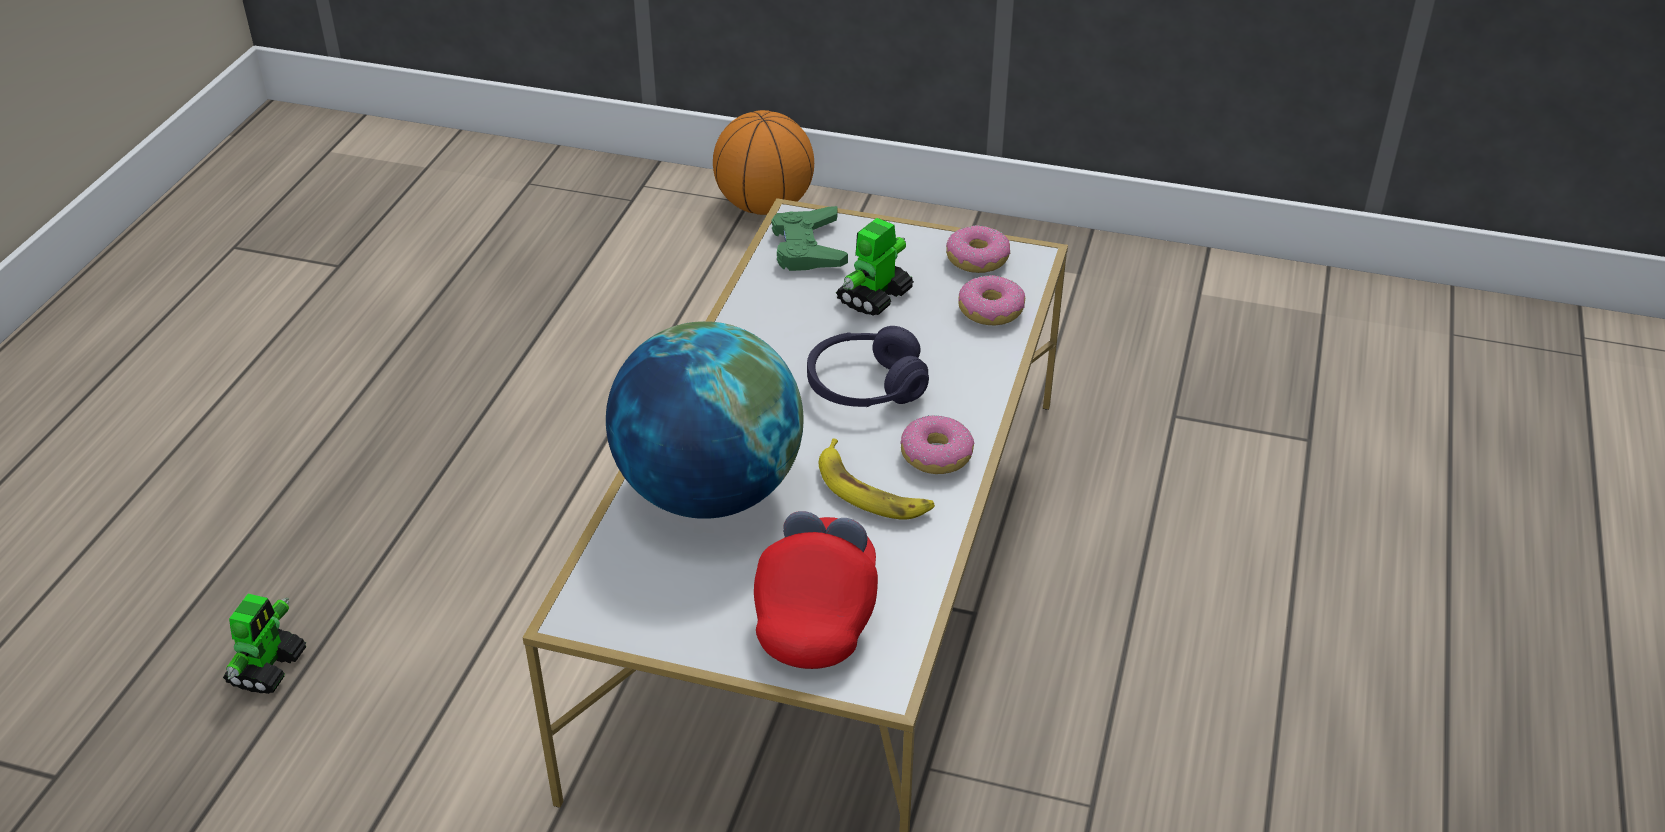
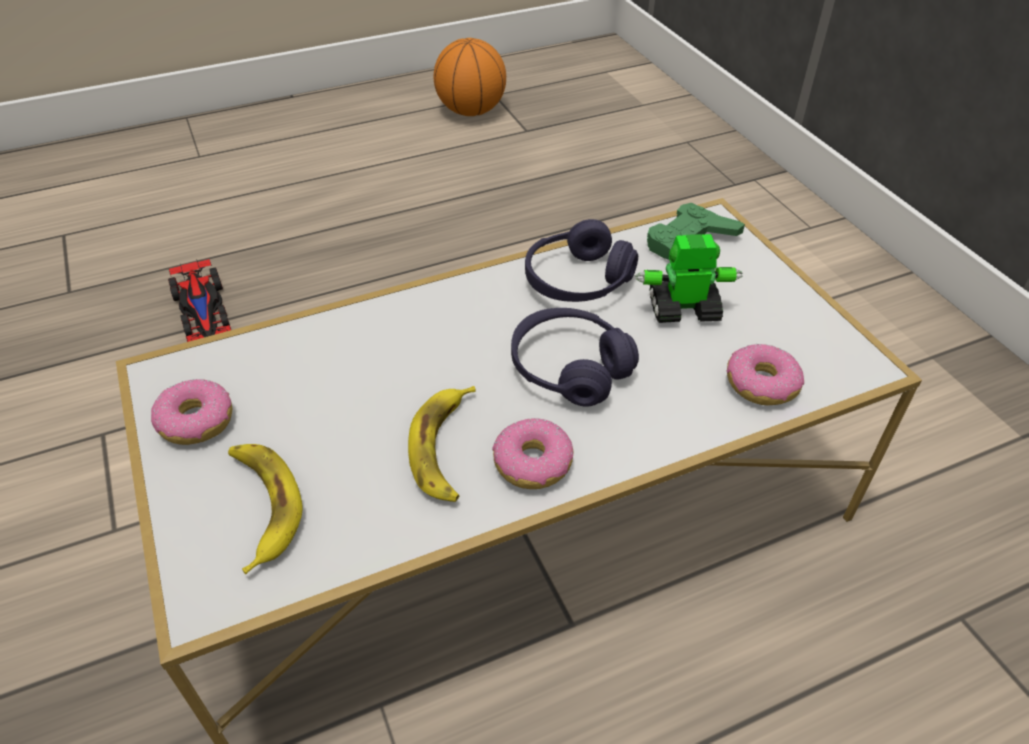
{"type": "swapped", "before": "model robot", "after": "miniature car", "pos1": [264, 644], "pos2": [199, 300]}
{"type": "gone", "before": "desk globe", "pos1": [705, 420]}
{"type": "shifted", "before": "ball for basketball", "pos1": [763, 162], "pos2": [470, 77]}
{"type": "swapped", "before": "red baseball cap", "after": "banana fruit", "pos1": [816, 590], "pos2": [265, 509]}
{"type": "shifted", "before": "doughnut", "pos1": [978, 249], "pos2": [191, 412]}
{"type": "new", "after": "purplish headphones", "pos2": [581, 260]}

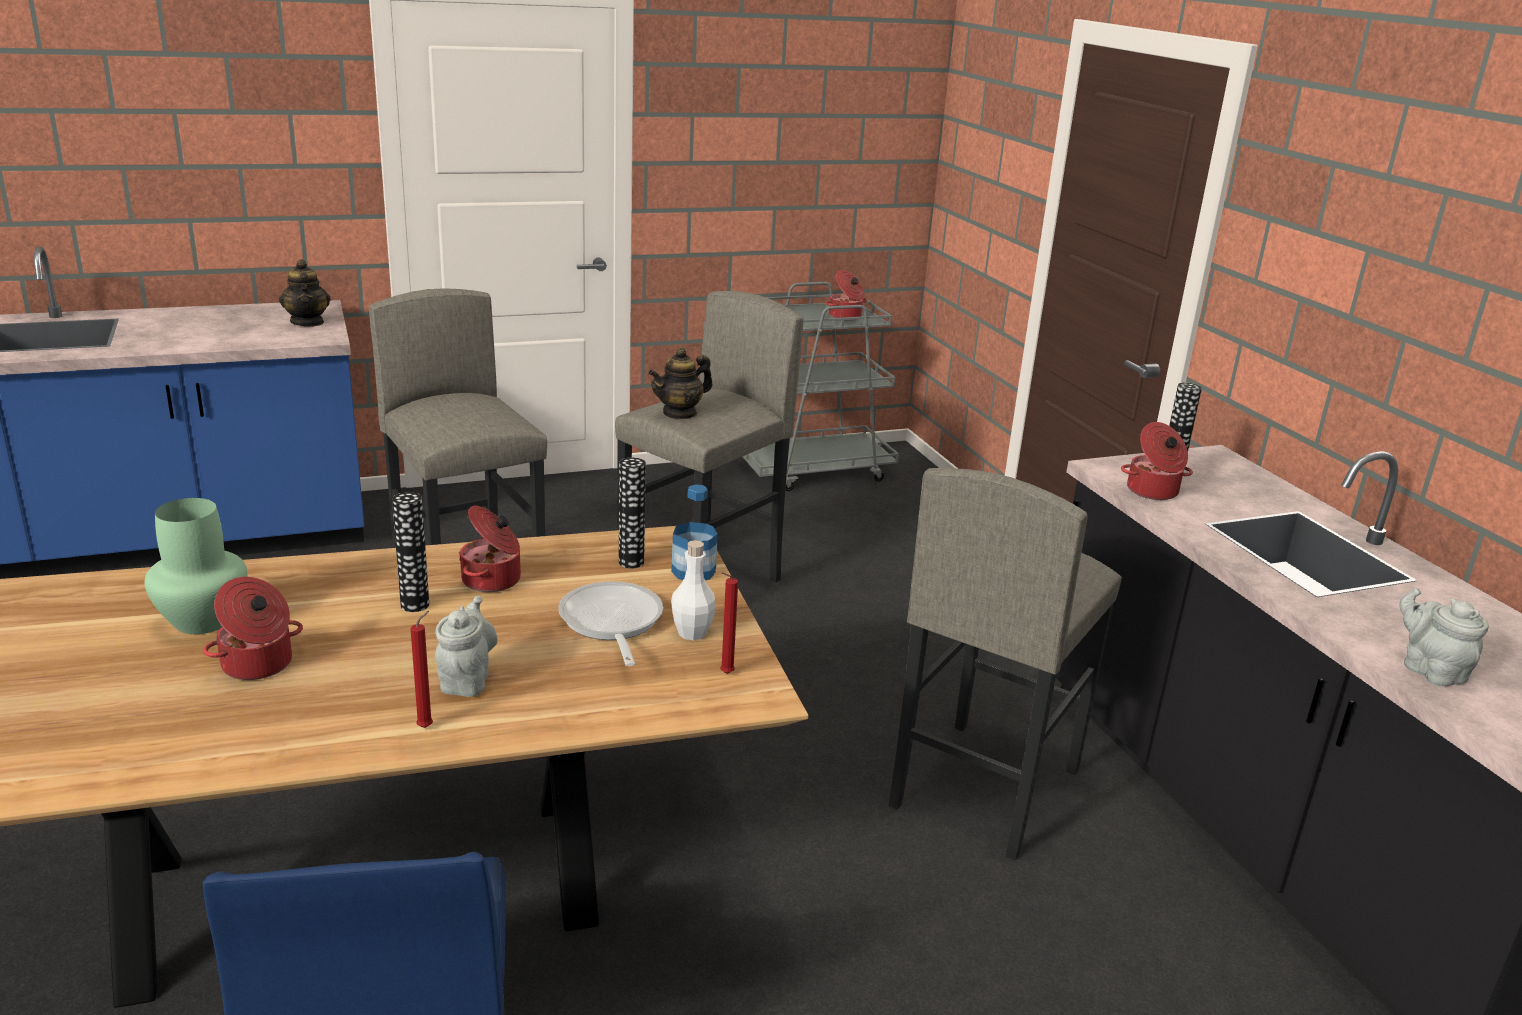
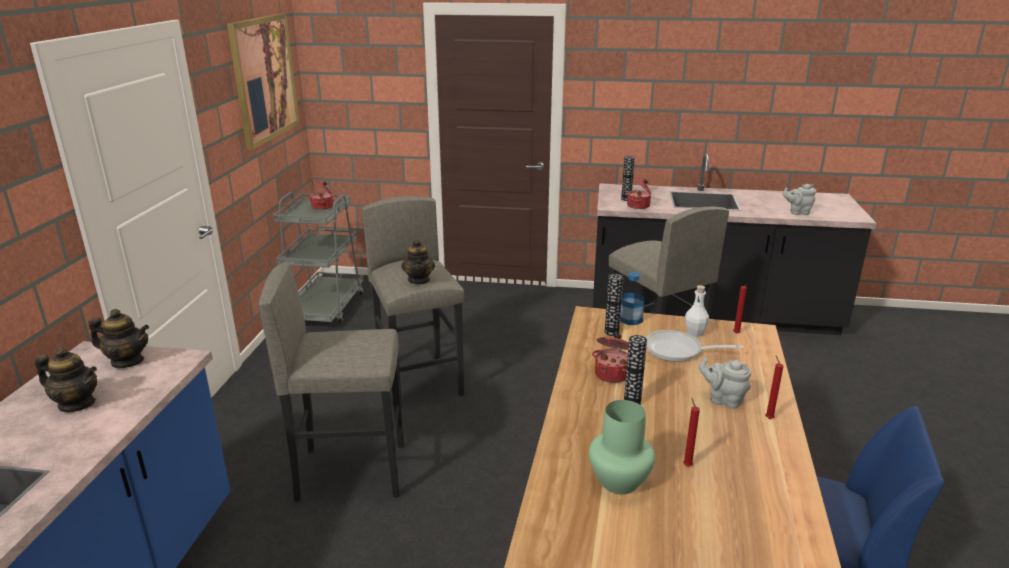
{"type": "swapped", "before": "cooking pot", "after": "red wax candle", "pos1": [253, 628], "pos2": [691, 431]}
{"type": "new", "after": "tea pot", "pos2": [65, 379]}
{"type": "new", "after": "picture", "pos2": [263, 81]}

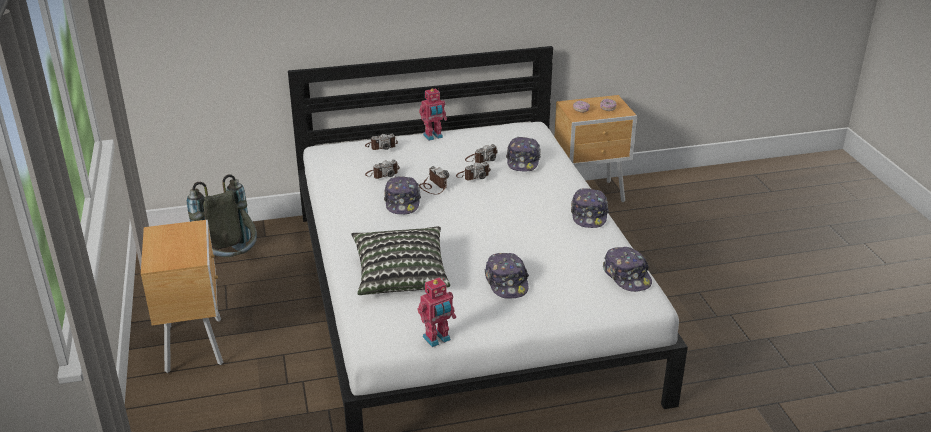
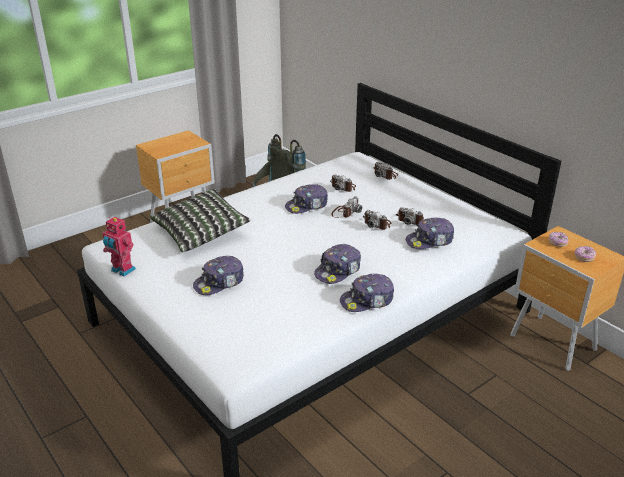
{"type": "gone", "before": "model robot", "pos1": [433, 114]}
{"type": "shifted", "before": "baseball cap", "pos1": [627, 269], "pos2": [337, 264]}

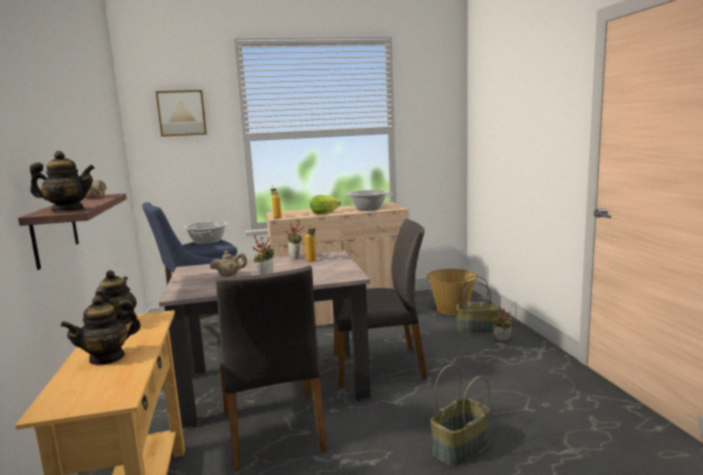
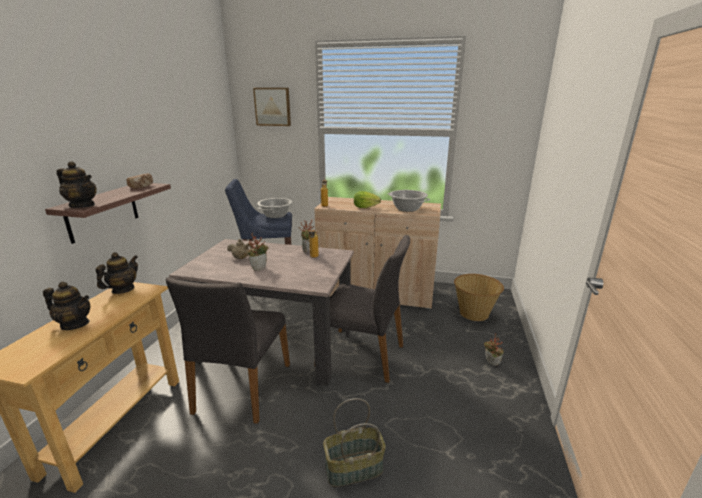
{"type": "rotated", "before": "tea pot", "pos1": [100, 330], "pos2": [66, 306], "turn": -150}
{"type": "gone", "before": "basket", "pos1": [477, 304]}

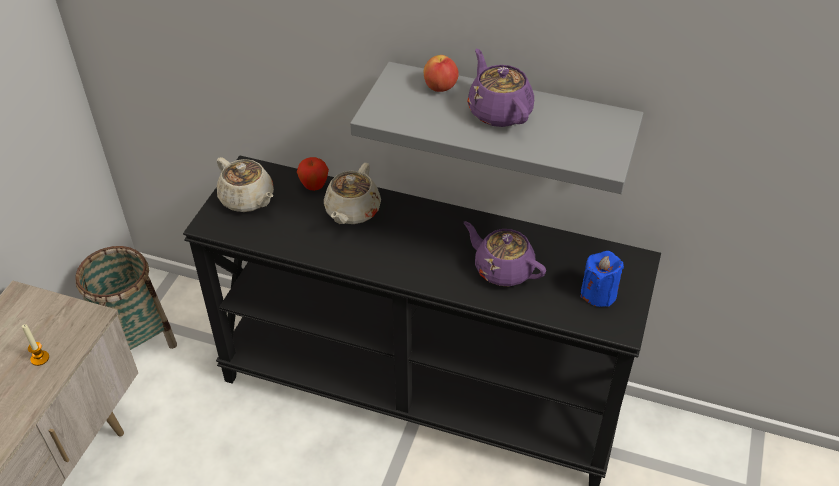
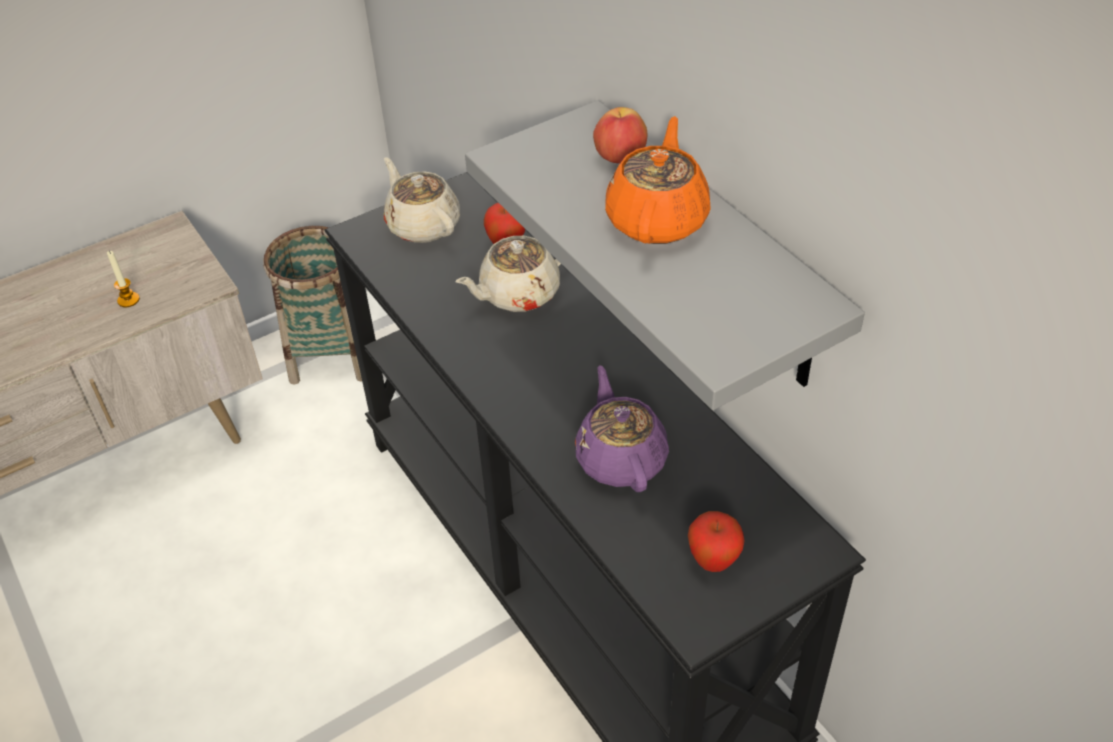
{"type": "rotated", "before": "beige tea pot", "pos1": [245, 184], "pos2": [422, 200], "turn": 150}
{"type": "repainted", "before": "purplish tea pot", "after": "orange-coloured tea pot", "pos1": [500, 88], "pos2": [658, 180]}
{"type": "swapped", "before": "bluish wax candle", "after": "apple fruit", "pos1": [602, 279], "pos2": [716, 541]}

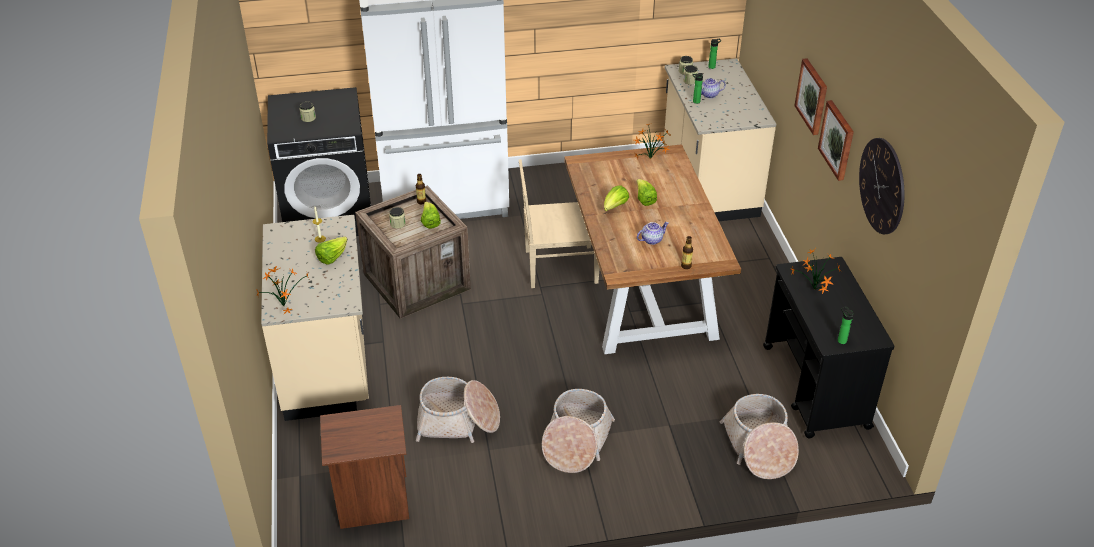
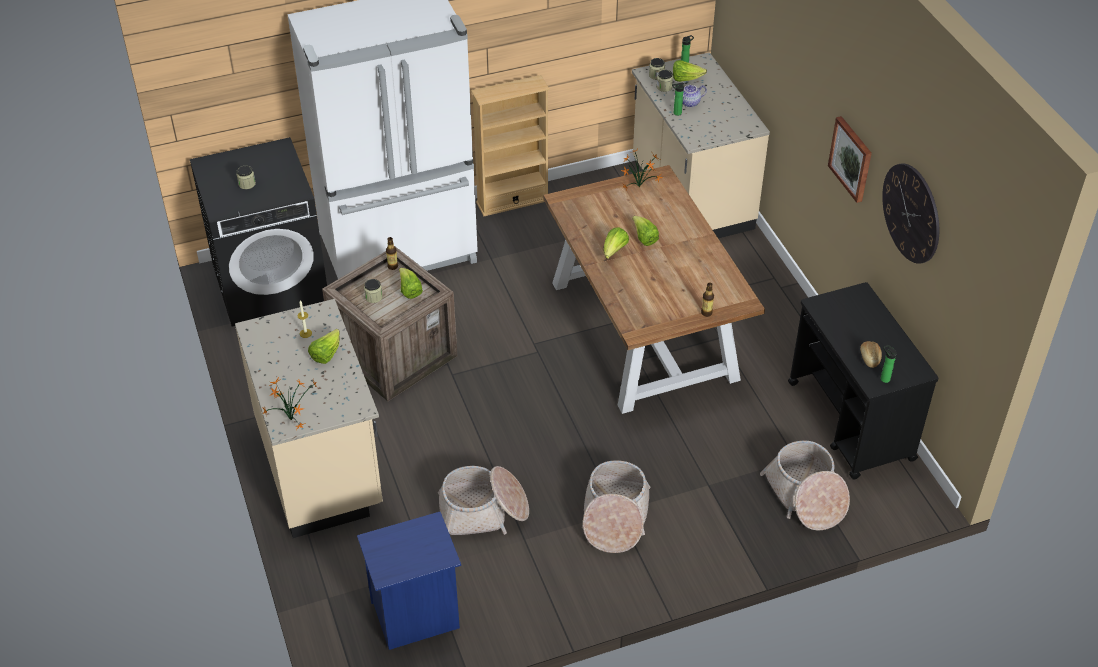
{"type": "repainted", "before": "brown-coloured night table", "after": "bluish night table", "pos1": [364, 467], "pos2": [409, 581]}
{"type": "gone", "before": "beige upright chair", "pos1": [559, 223]}
{"type": "gone", "before": "tea pot", "pos1": [653, 233]}
{"type": "gone", "before": "houseplant", "pos1": [815, 271]}
{"type": "gone", "before": "picture", "pos1": [810, 96]}
{"type": "new", "after": "beige bookcase", "pos2": [510, 145]}
{"type": "new", "after": "lettuce", "pos2": [690, 71]}
{"type": "new", "after": "bakery bread", "pos2": [871, 354]}

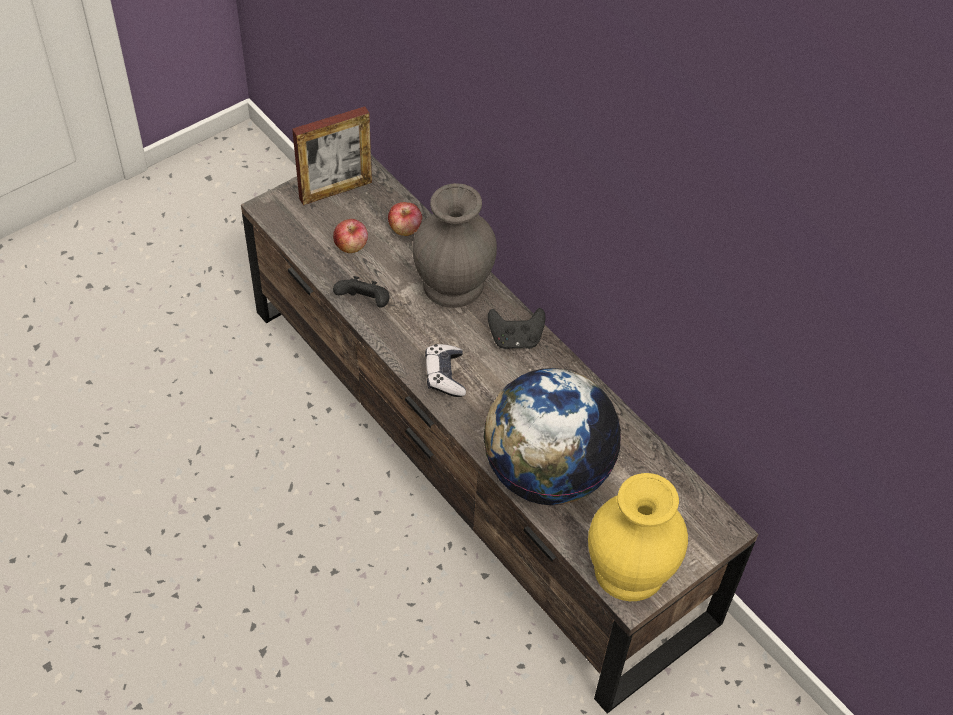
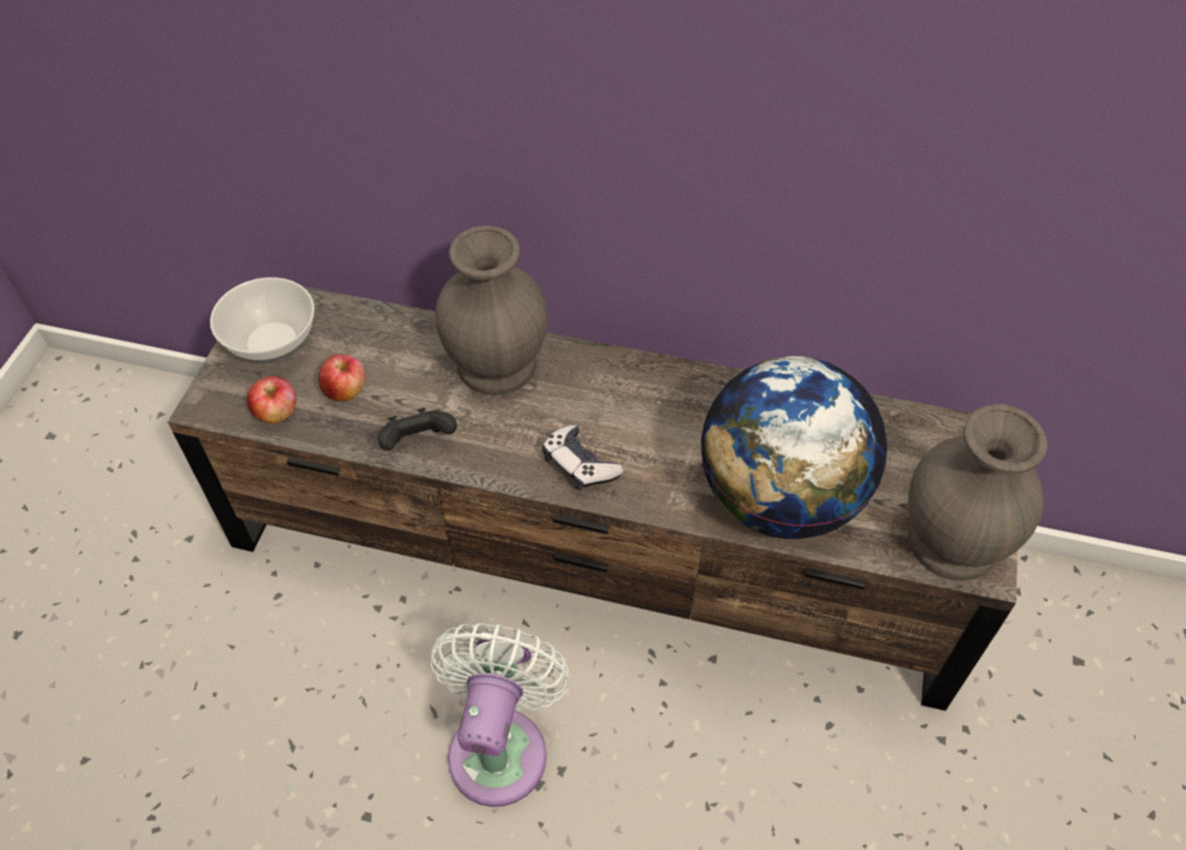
{"type": "swapped", "before": "photo frame", "after": "deep dish", "pos1": [332, 155], "pos2": [262, 320]}
{"type": "shifted", "before": "apple fruit", "pos1": [405, 219], "pos2": [271, 399]}
{"type": "gone", "before": "black-coloured joypad", "pos1": [517, 328]}
{"type": "repainted", "before": "yellow-coloured vase", "after": "grey vase", "pos1": [638, 537], "pos2": [977, 492]}
{"type": "new", "after": "white electric fan", "pos2": [500, 715]}

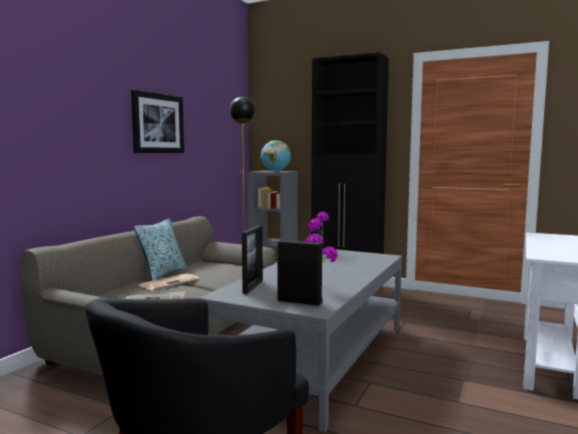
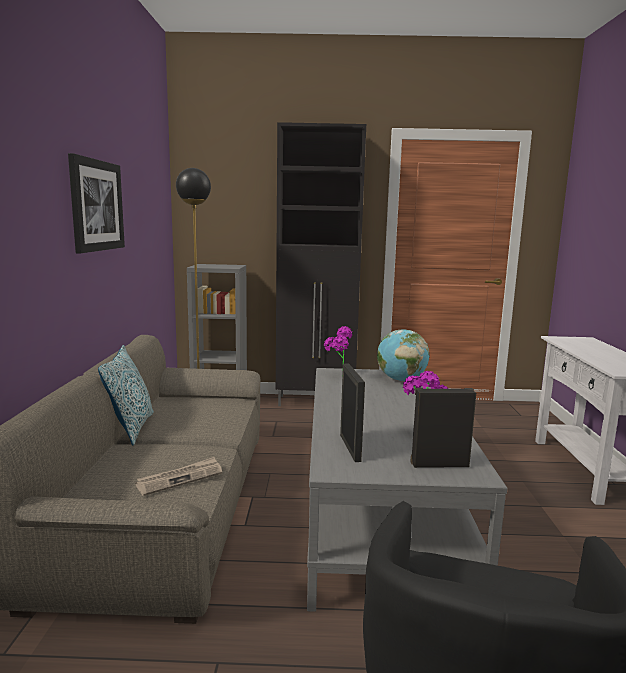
{"type": "gone", "before": "printed paper", "pos1": [169, 282]}
{"type": "shifted", "before": "desk globe", "pos1": [276, 155], "pos2": [403, 355]}

